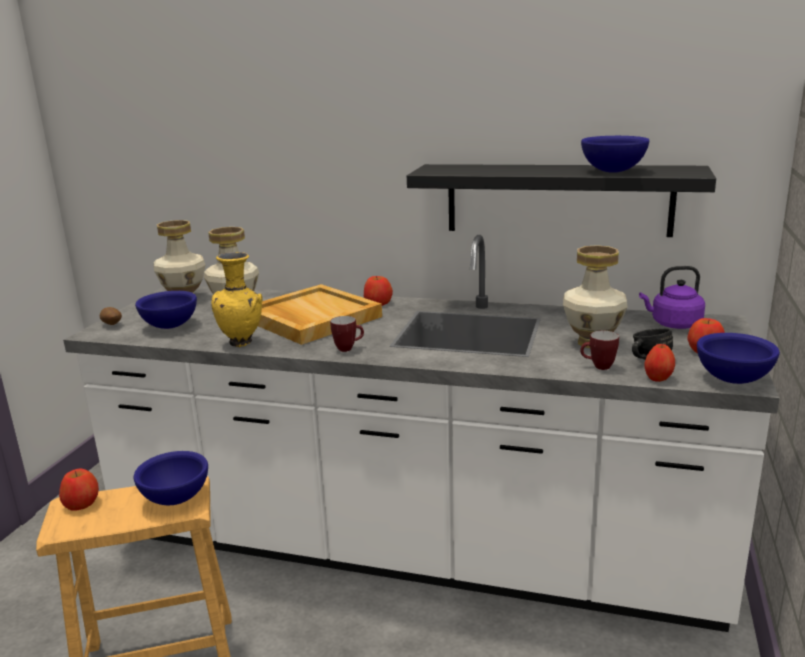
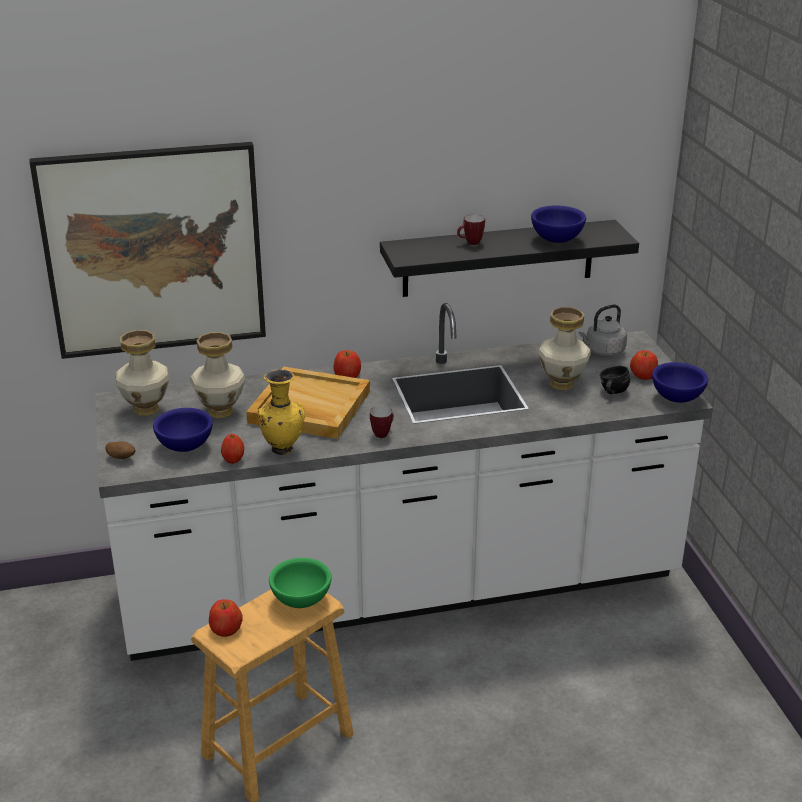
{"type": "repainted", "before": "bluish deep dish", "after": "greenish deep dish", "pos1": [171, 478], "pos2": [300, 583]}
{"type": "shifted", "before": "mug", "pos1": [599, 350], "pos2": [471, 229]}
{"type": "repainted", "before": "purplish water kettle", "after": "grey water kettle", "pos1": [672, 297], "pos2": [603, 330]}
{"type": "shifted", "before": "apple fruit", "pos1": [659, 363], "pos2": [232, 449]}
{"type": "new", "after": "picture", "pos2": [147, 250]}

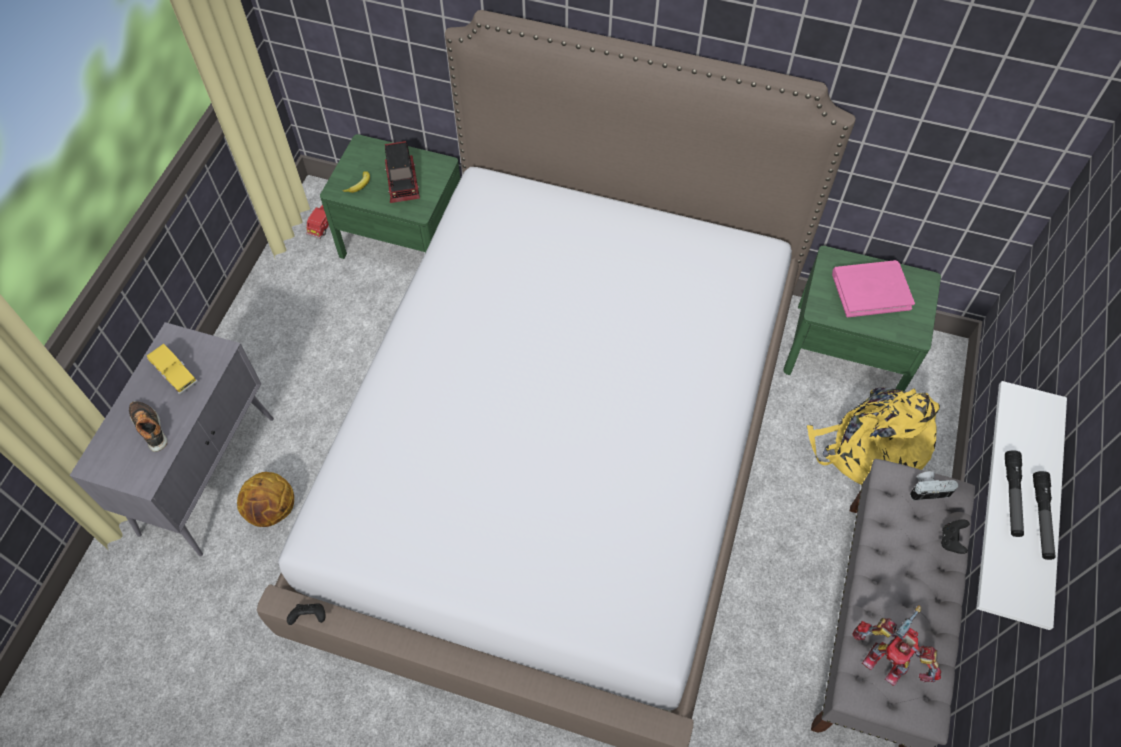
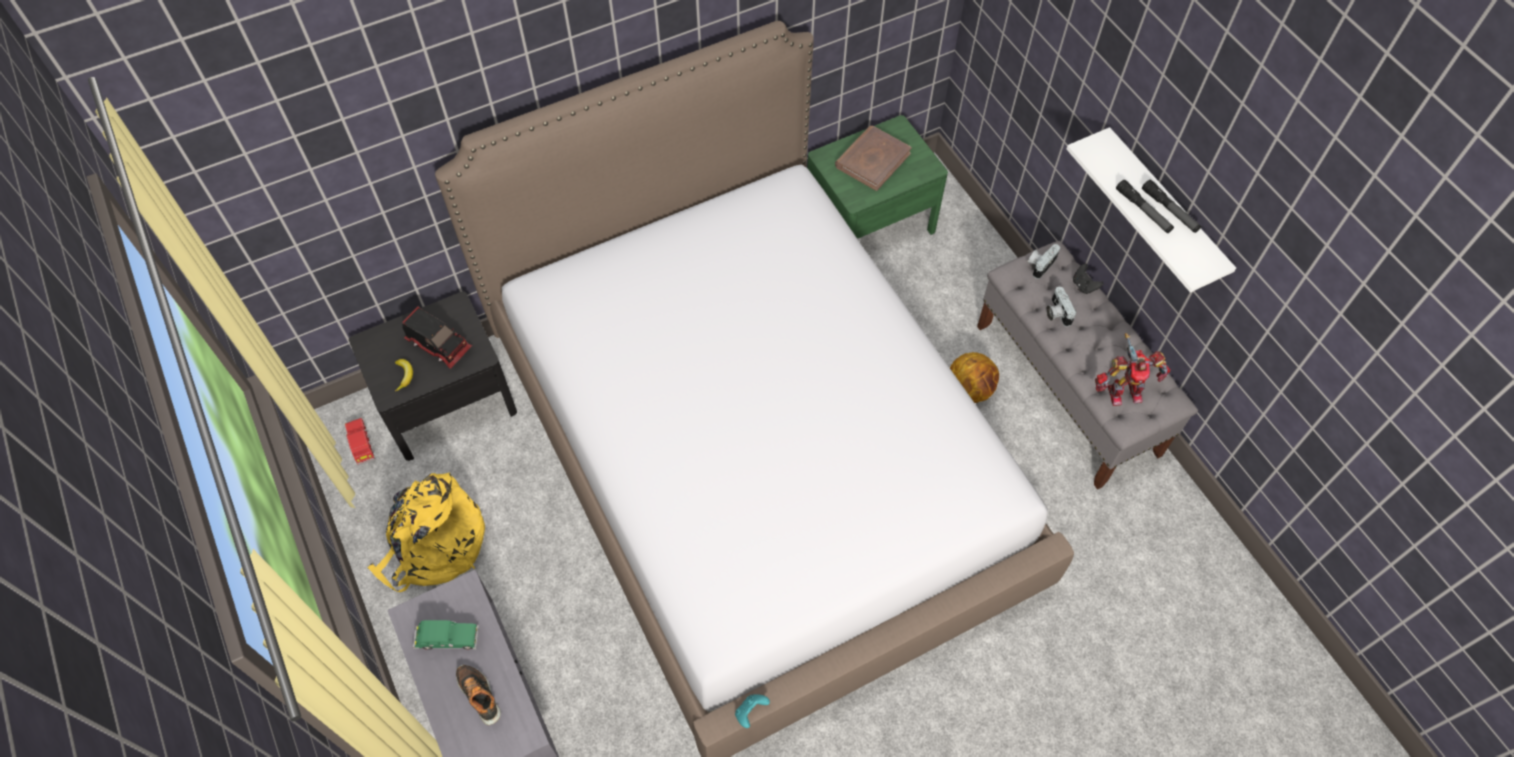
{"type": "rotated", "before": "shoe", "pos1": [148, 426], "pos2": [478, 695], "turn": 45}
{"type": "repainted", "before": "yellow-coloured miniature car", "after": "greenish miniature car", "pos1": [172, 369], "pos2": [446, 635]}
{"type": "shifted", "before": "ball for basketball", "pos1": [265, 499], "pos2": [974, 377]}
{"type": "repainted", "before": "black-coloured joypad", "after": "blue-green joypad", "pos1": [306, 614], "pos2": [752, 711]}
{"type": "repainted", "before": "greenish night table", "after": "black-coloured night table", "pos1": [390, 196], "pos2": [433, 376]}
{"type": "shifted", "before": "yellow-coloured rucksack", "pos1": [873, 436], "pos2": [426, 532]}
{"type": "repainted", "before": "pinkish volume", "after": "brown-coloured volume", "pos1": [873, 288], "pos2": [873, 158]}
{"type": "new", "after": "photo camera", "pos2": [1061, 307]}

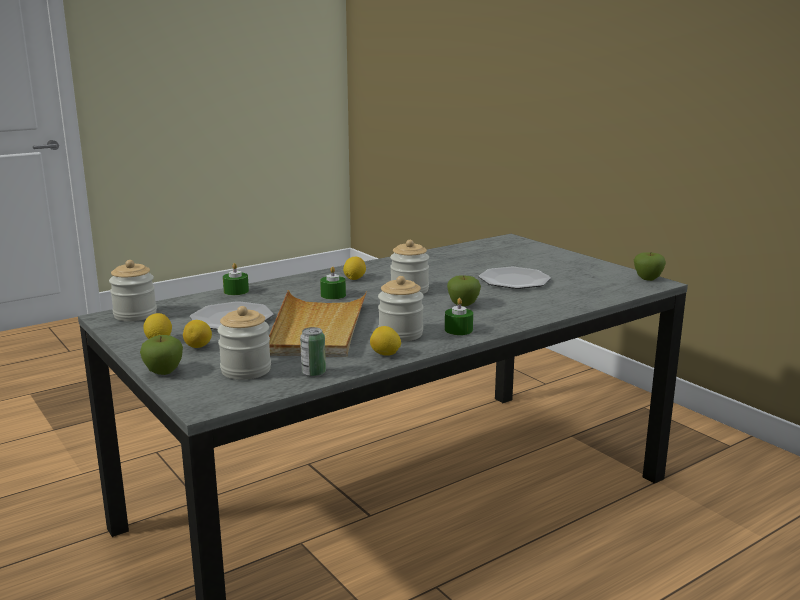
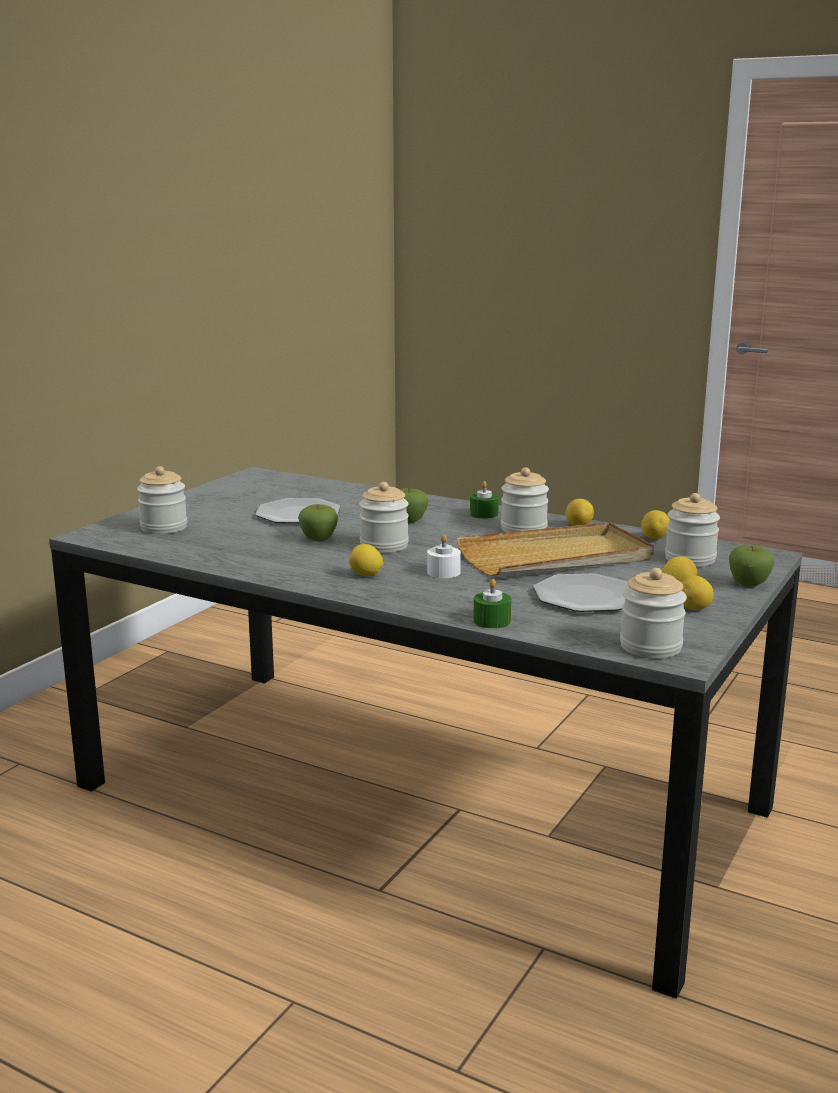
{"type": "swapped", "before": "metal can", "after": "citrus fruit", "pos1": [313, 352], "pos2": [655, 524]}
{"type": "repainted", "before": "greenish wax candle", "after": "white wax candle", "pos1": [333, 282], "pos2": [444, 556]}
{"type": "shifted", "before": "apple fruit", "pos1": [650, 266], "pos2": [318, 523]}
{"type": "new", "after": "jar", "pos2": [162, 500]}

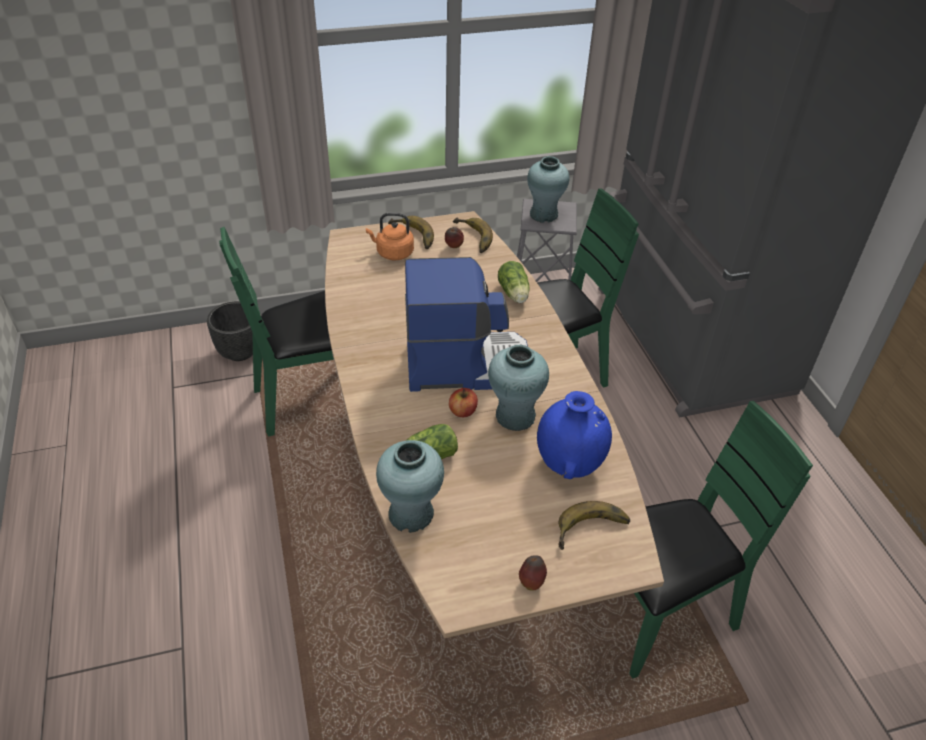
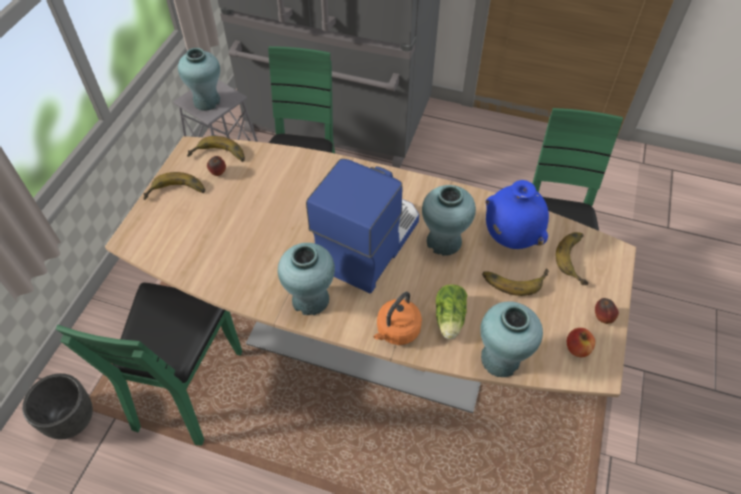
{"type": "shifted", "before": "orange-coloured water kettle", "pos1": [390, 236], "pos2": [397, 318]}
{"type": "shifted", "before": "apple fruit", "pos1": [463, 402], "pos2": [581, 342]}
{"type": "gone", "before": "lettuce", "pos1": [514, 282]}
{"type": "new", "after": "blue-green vase", "pos2": [306, 279]}
{"type": "new", "after": "banana fruit", "pos2": [515, 282]}

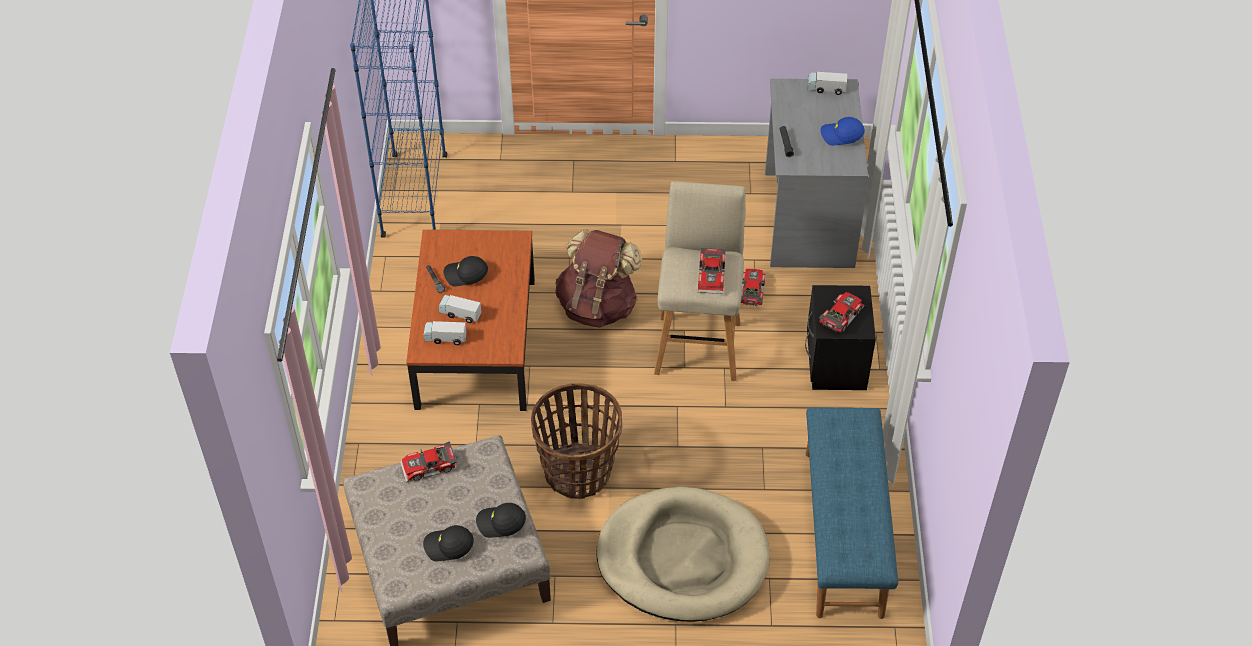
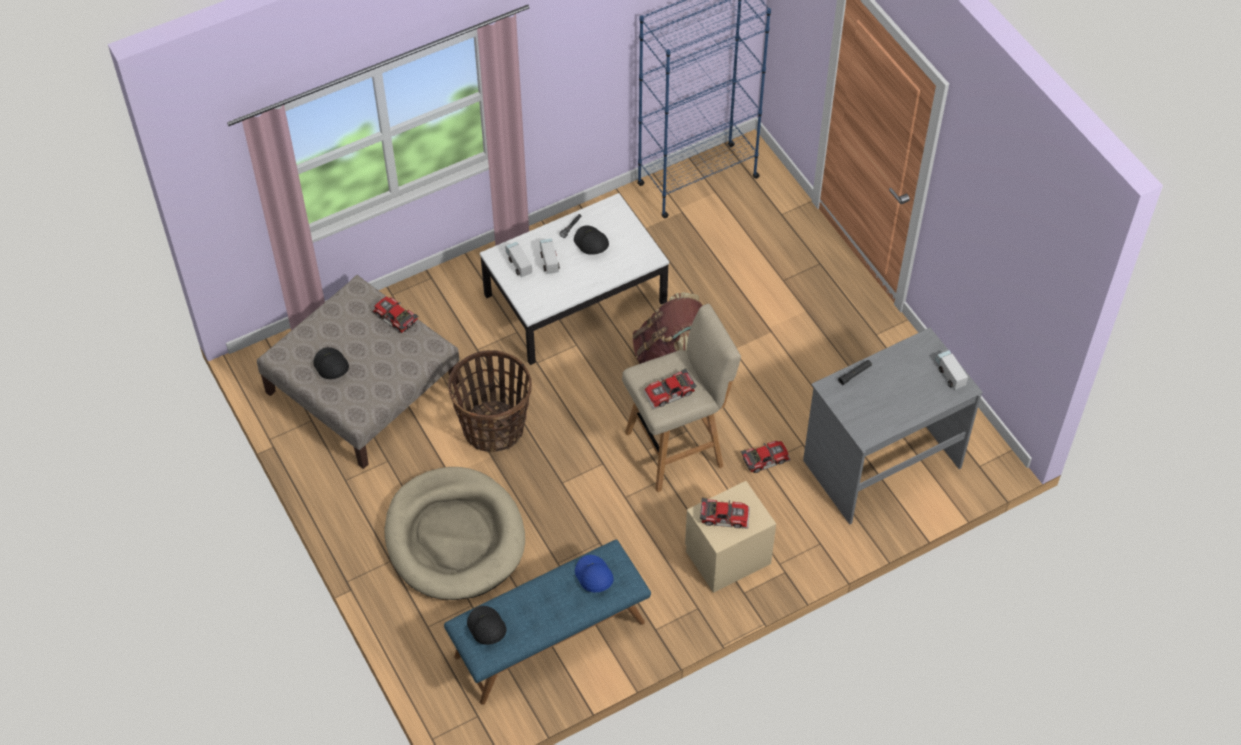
{"type": "repainted", "before": "brown-coloured coffee table", "after": "white coffee table", "pos1": [470, 320], "pos2": [574, 279]}
{"type": "shifted", "before": "black-coloured baseball cap", "pos1": [501, 520], "pos2": [486, 625]}
{"type": "repainted", "before": "black-coloured night table", "after": "beige night table", "pos1": [840, 337], "pos2": [730, 537]}
{"type": "shifted", "before": "bluish baseball cap", "pos1": [843, 131], "pos2": [594, 573]}

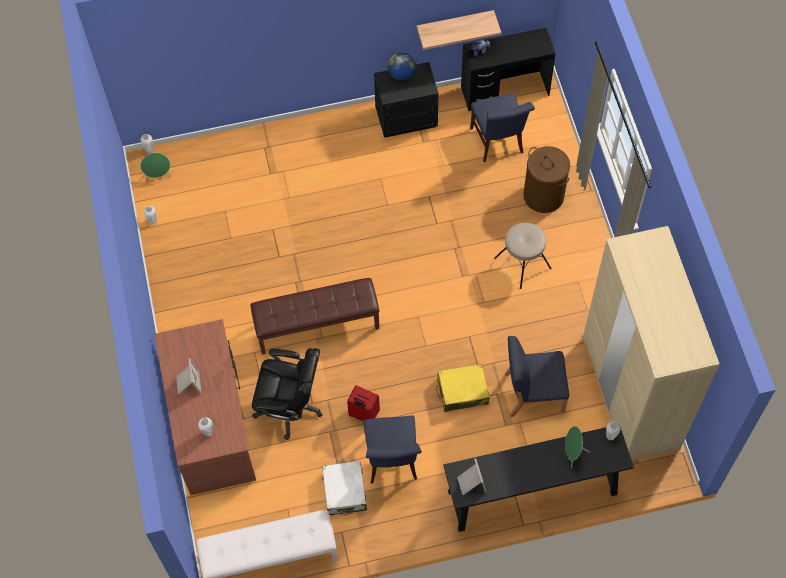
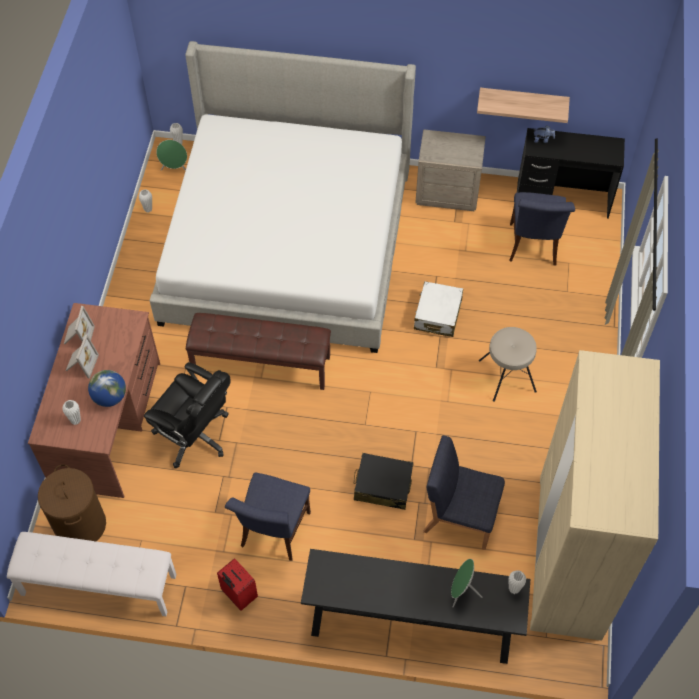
{"type": "shifted", "before": "white suitcase", "pos1": [344, 488], "pos2": [438, 309]}
{"type": "shifted", "before": "red suitcase", "pos1": [363, 403], "pos2": [237, 584]}
{"type": "repainted", "before": "black-coloured night table", "after": "beige night table", "pos1": [406, 100], "pos2": [450, 170]}
{"type": "shifted", "before": "desk globe", "pos1": [402, 66], "pos2": [107, 388]}
{"type": "repainted", "before": "yellow-coloured suitcase", "after": "black-coloured suitcase", "pos1": [463, 388], "pos2": [383, 481]}
{"type": "shifted", "before": "photo frame", "pos1": [472, 476], "pos2": [79, 325]}
{"type": "shifted", "before": "brown-coloured laundry basket", "pos1": [547, 179], "pos2": [72, 502]}
{"type": "new", "after": "bed", "pos2": [283, 197]}

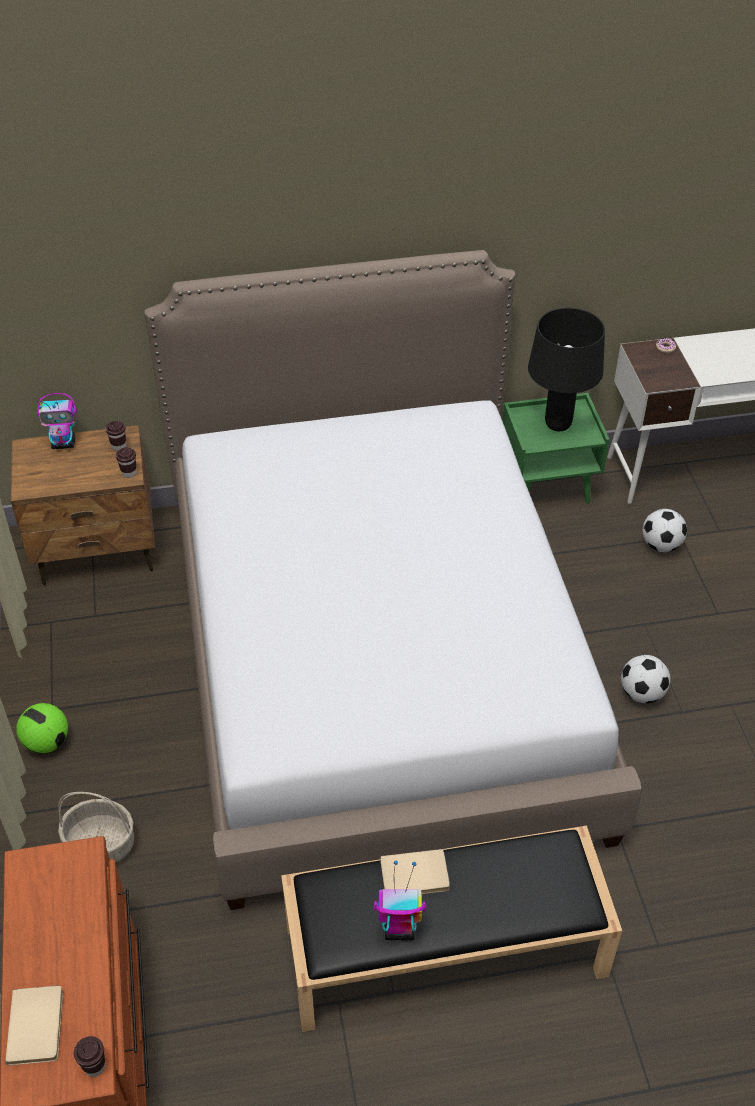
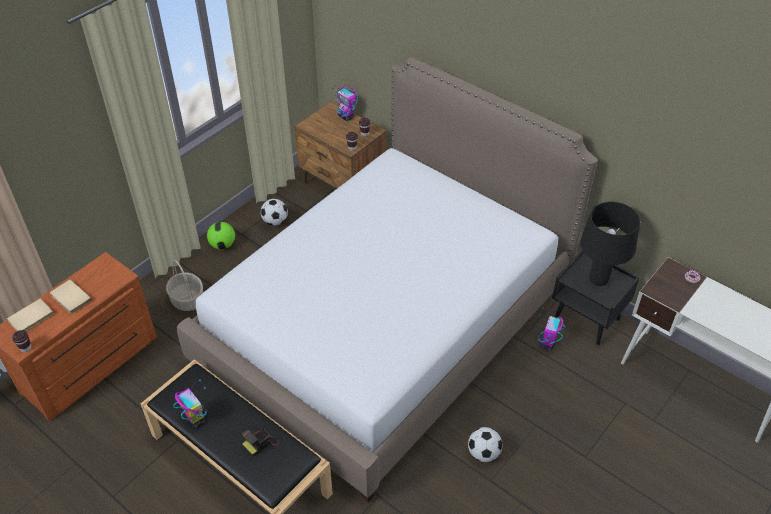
{"type": "shifted", "before": "beige volume", "pos1": [415, 871], "pos2": [71, 296]}
{"type": "repainted", "before": "greenish night table", "after": "black-coloured night table", "pos1": [556, 448], "pos2": [596, 297]}
{"type": "shifted", "before": "football", "pos1": [665, 530], "pos2": [274, 212]}
{"type": "new", "after": "photo camera", "pos2": [260, 442]}
{"type": "new", "after": "model robot", "pos2": [551, 329]}

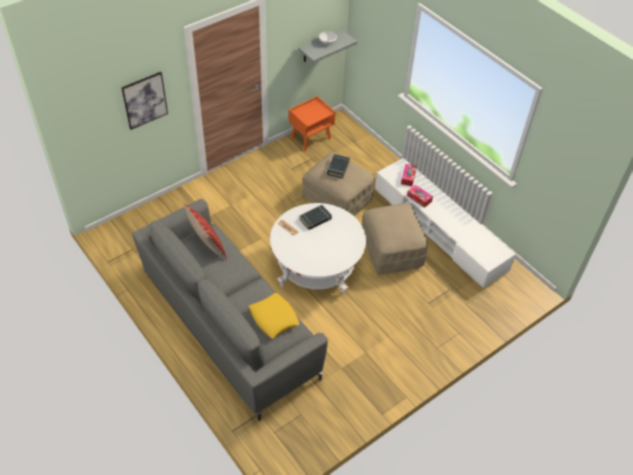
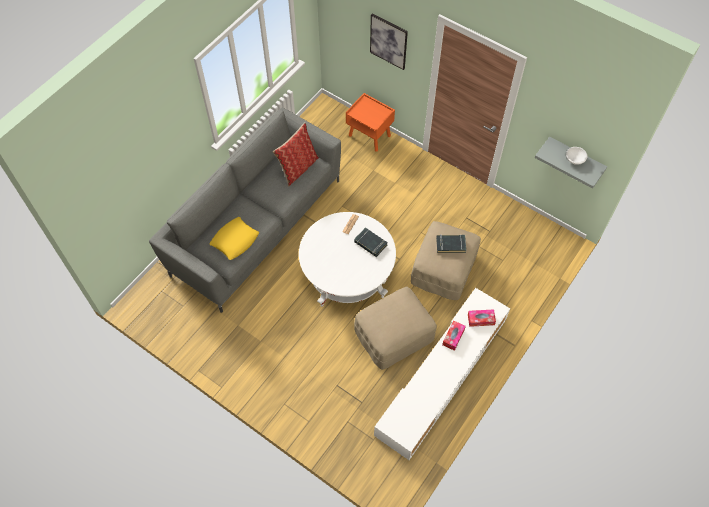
{"type": "shifted", "before": "orange-coloured night table", "pos1": [312, 123], "pos2": [370, 122]}

